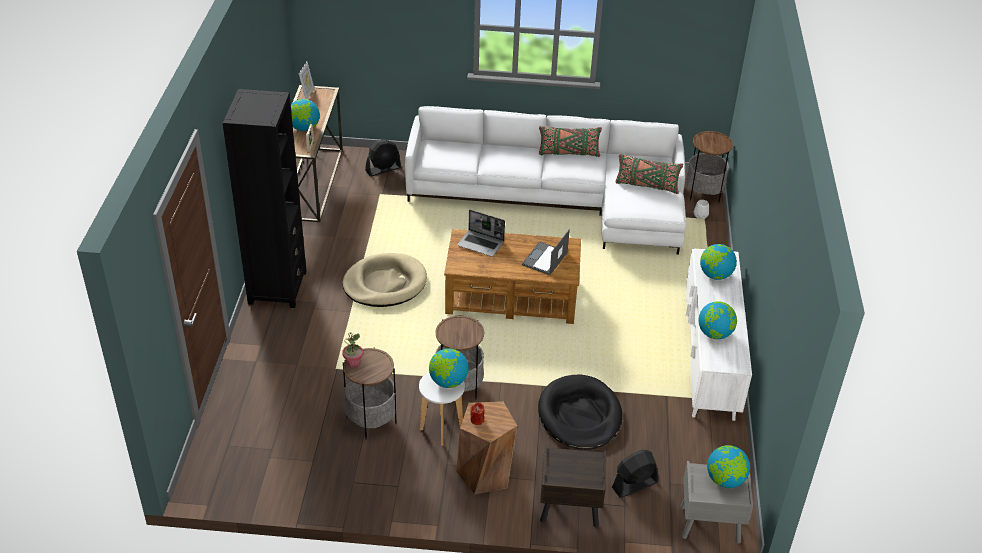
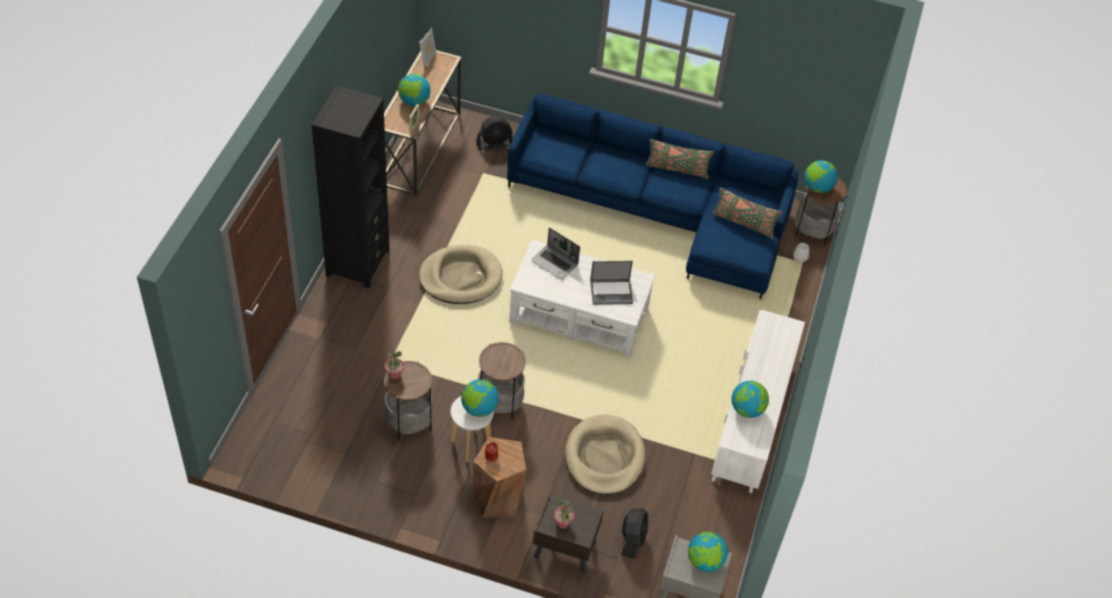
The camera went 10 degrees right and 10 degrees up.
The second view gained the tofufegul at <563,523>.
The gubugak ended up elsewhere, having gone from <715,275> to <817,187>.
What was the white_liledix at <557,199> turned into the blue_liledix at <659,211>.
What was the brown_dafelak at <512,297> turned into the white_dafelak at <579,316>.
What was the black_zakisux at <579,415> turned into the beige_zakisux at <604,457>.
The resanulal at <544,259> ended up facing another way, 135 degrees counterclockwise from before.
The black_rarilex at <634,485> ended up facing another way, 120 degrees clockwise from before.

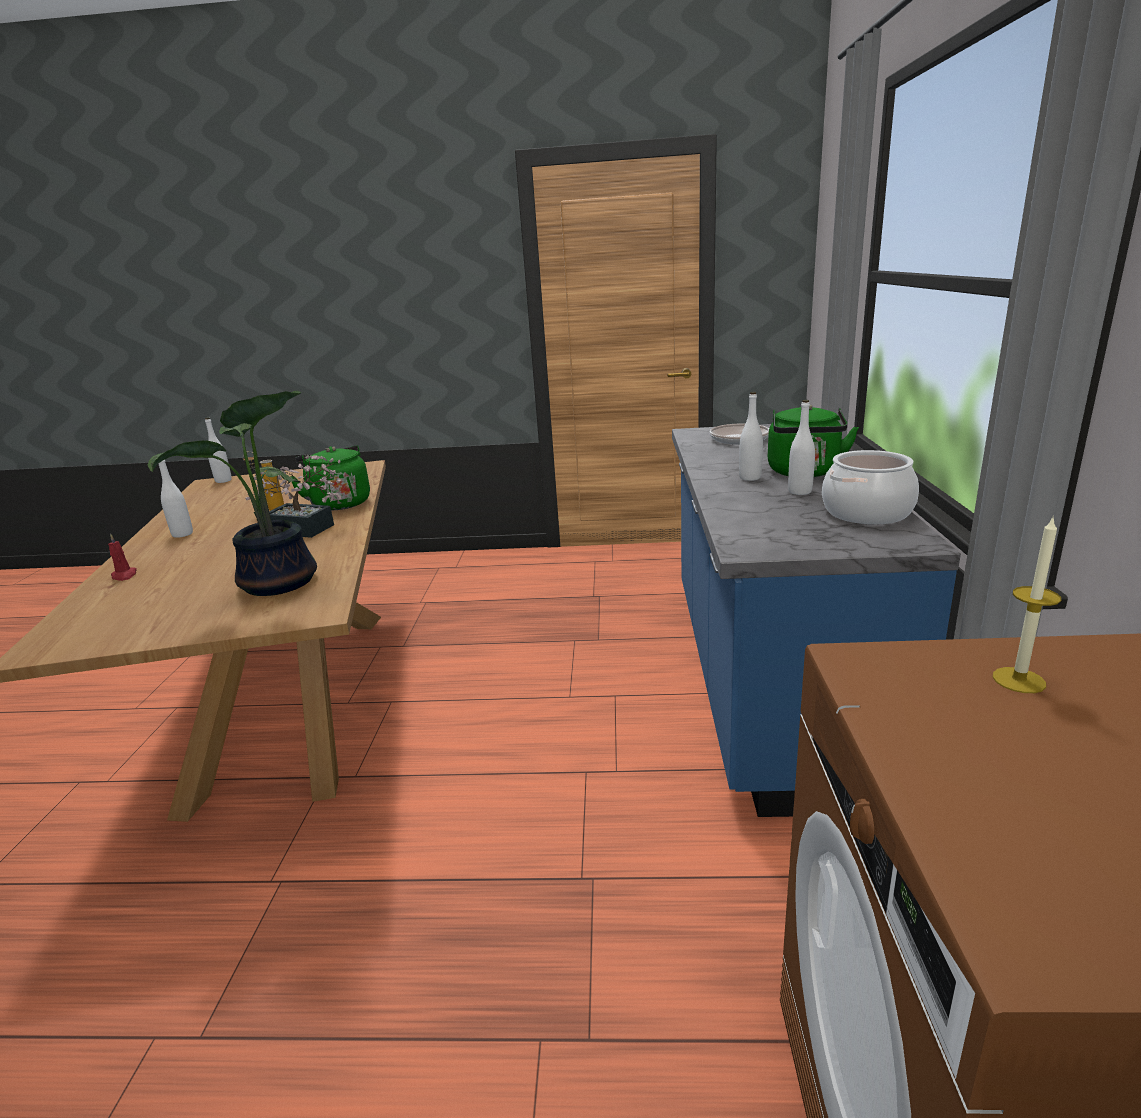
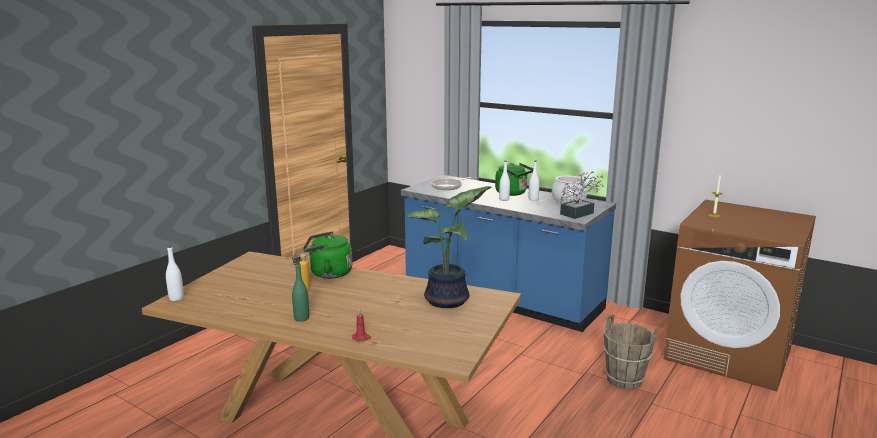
The camera went 60 degrees left and 5 degrees down.
The second view gained the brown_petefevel at <624,380>.
The tofufegul ended up elsewhere, having gone from <306,530> to <579,213>.
What was the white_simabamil at <182,534> turned into the green_simabamil at <301,318>.

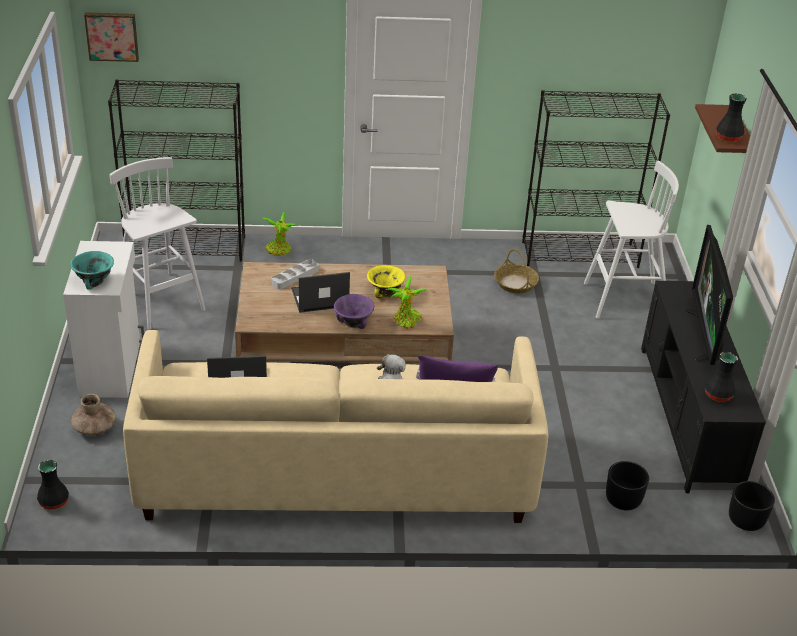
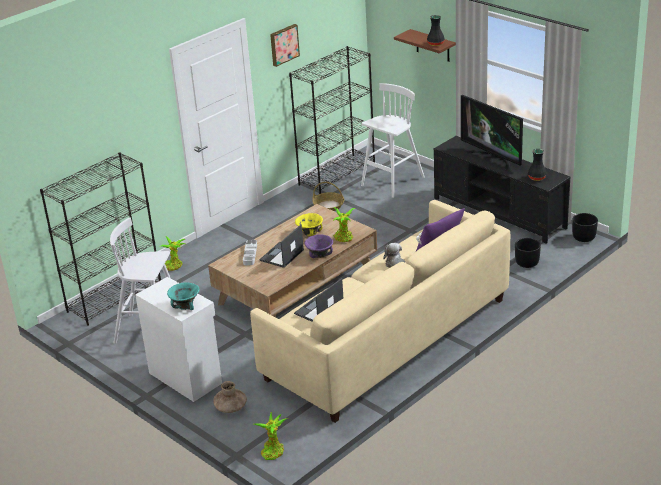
The camera went 40 degrees left and 5 degrees down.
The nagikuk ended up elsewhere, having gone from <112,36> to <283,44>.
Where the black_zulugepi stood at <53,501>, the tofufegul came to stand at <273,451>.

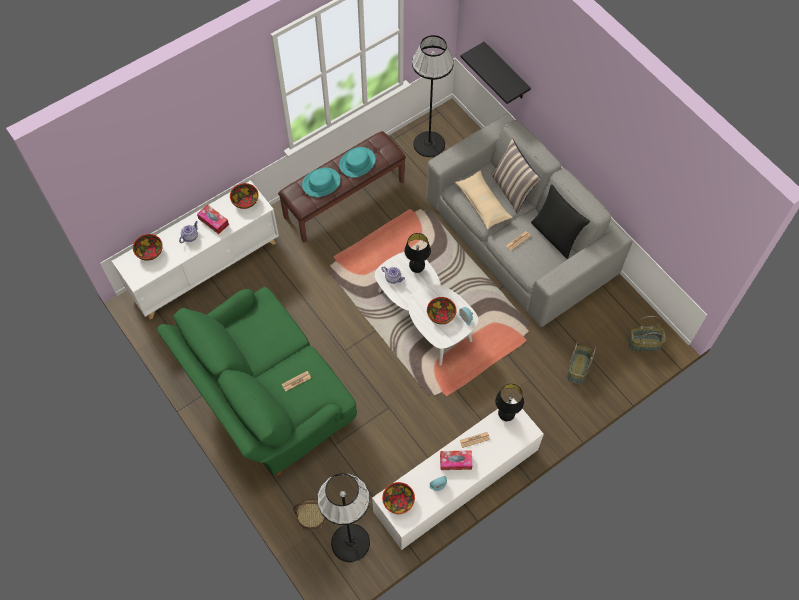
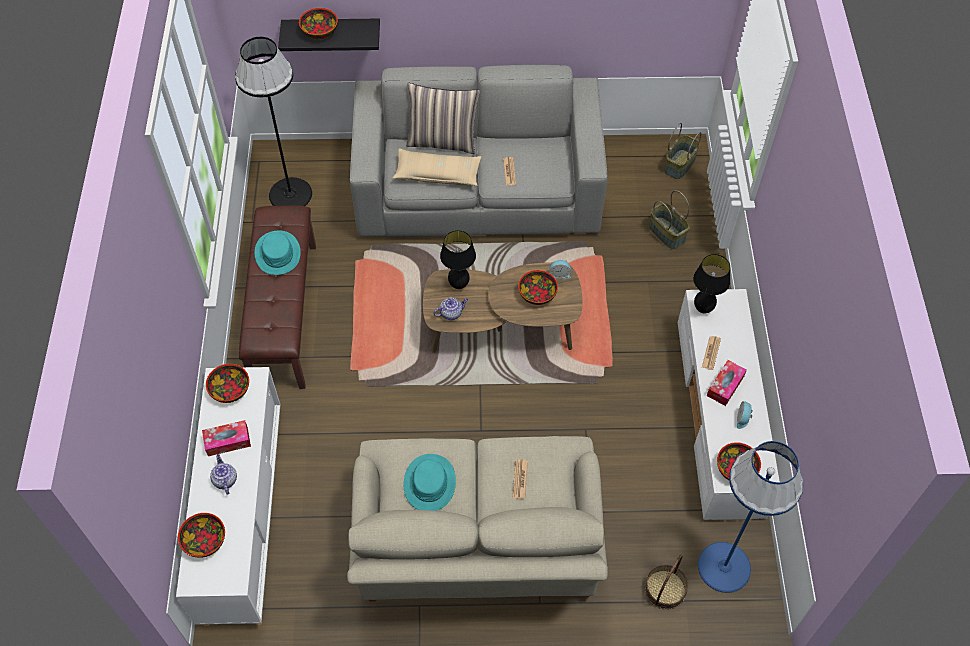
The camera went 55 degrees left and 5 degrees down.
The second view lost the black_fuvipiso at <555,236>.
The second view gained the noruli at <320,31>.
The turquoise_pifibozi ended up elsewhere, having gone from <321,183> to <430,483>.
What was the green_liledix at <266,397> turned into the beige_liledix at <477,550>.
What was the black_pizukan at <350,543> turned into the blue_pizukan at <724,567>.
What was the white_dafelak at <424,317> turned into the brown_dafelak at <501,328>.

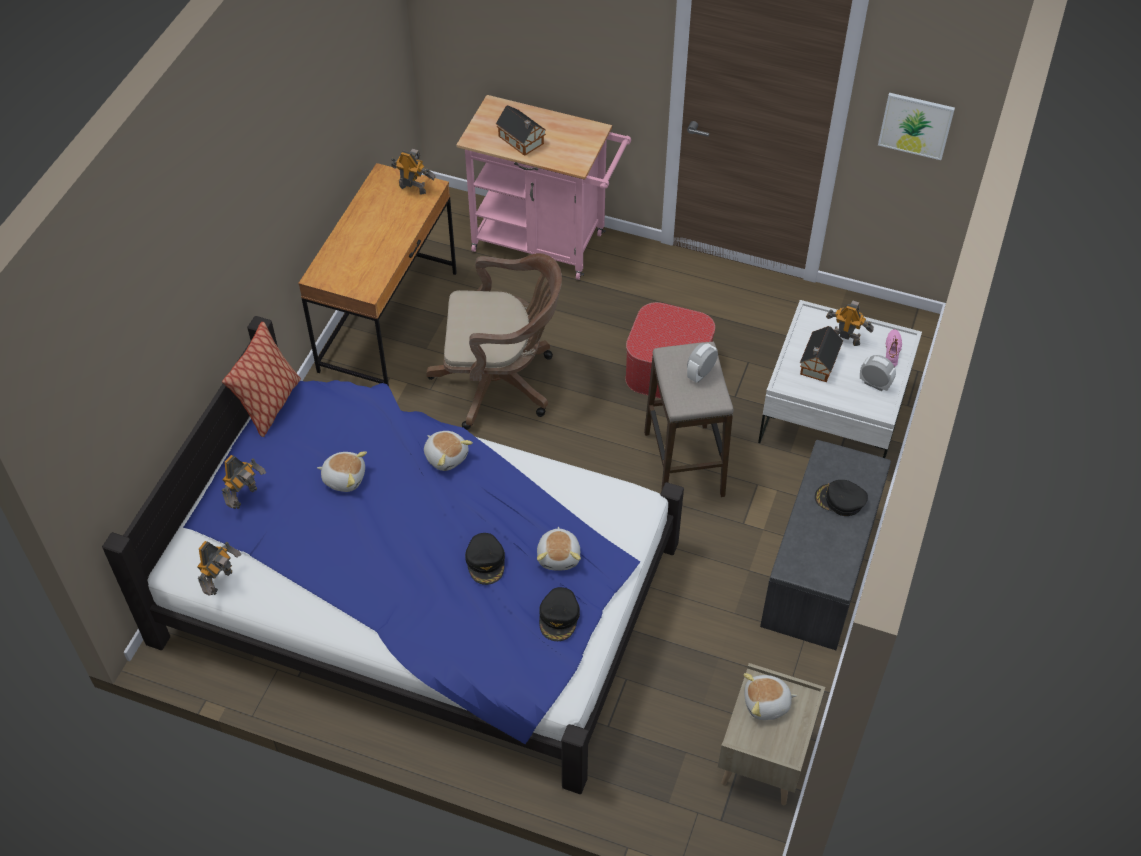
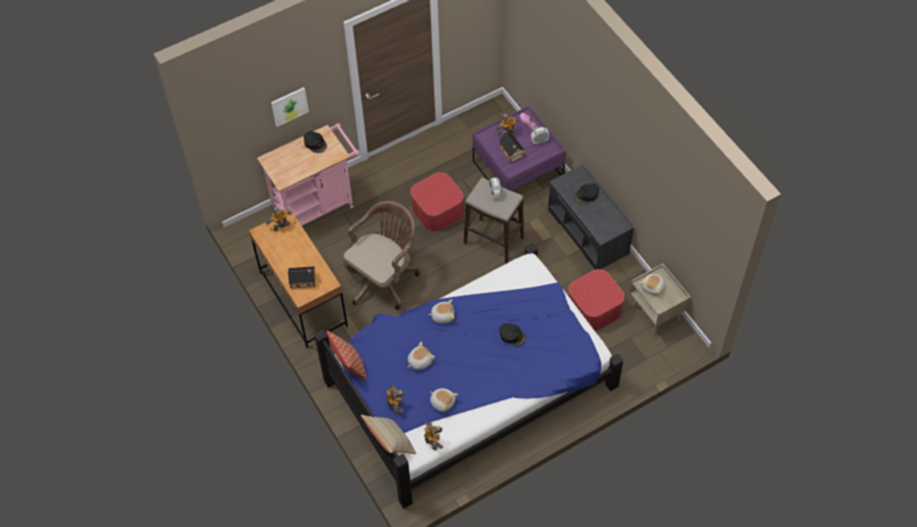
The camera went 50 degrees left and 5 degrees up.
The second view gained the beige_fuvipiso at <390,443>.
The second view gained the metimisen at <594,308>.
The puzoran ended up elsewhere, having gone from <522,141> to <304,281>.
The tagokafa ended up elsewhere, having gone from <559,556> to <442,402>.
The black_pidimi ended up elsewhere, having gone from <559,617> to <315,143>.
The nagikuk ended up elsewhere, having gone from <916,125> to <289,106>.
What was the white_dafelak at <833,414> turned into the purple_dafelak at <518,169>.

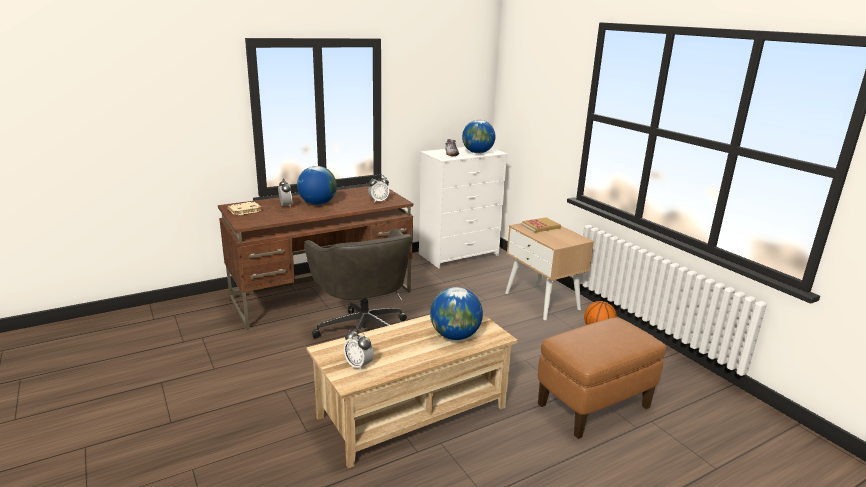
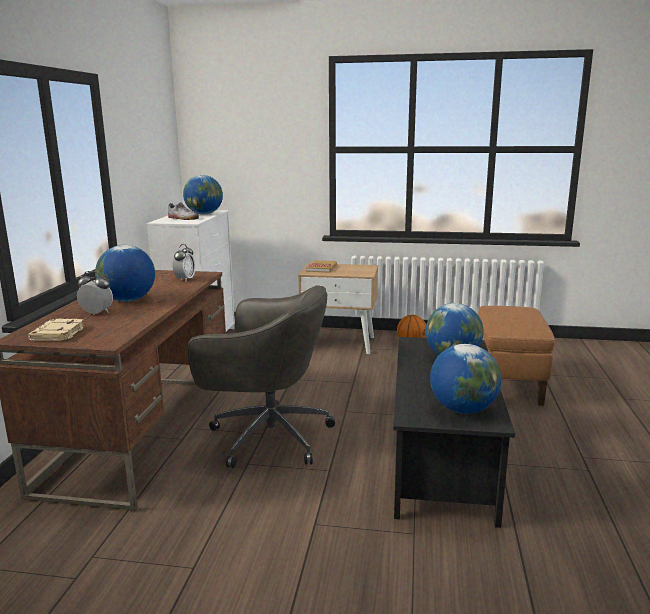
The camera went 50 degrees left and 5 degrees down.
Where the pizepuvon stood at <358,365>, the gubugak came to stand at <463,409>.
What was the beige_dafelak at <412,412> turned into the black_dafelak at <440,460>.

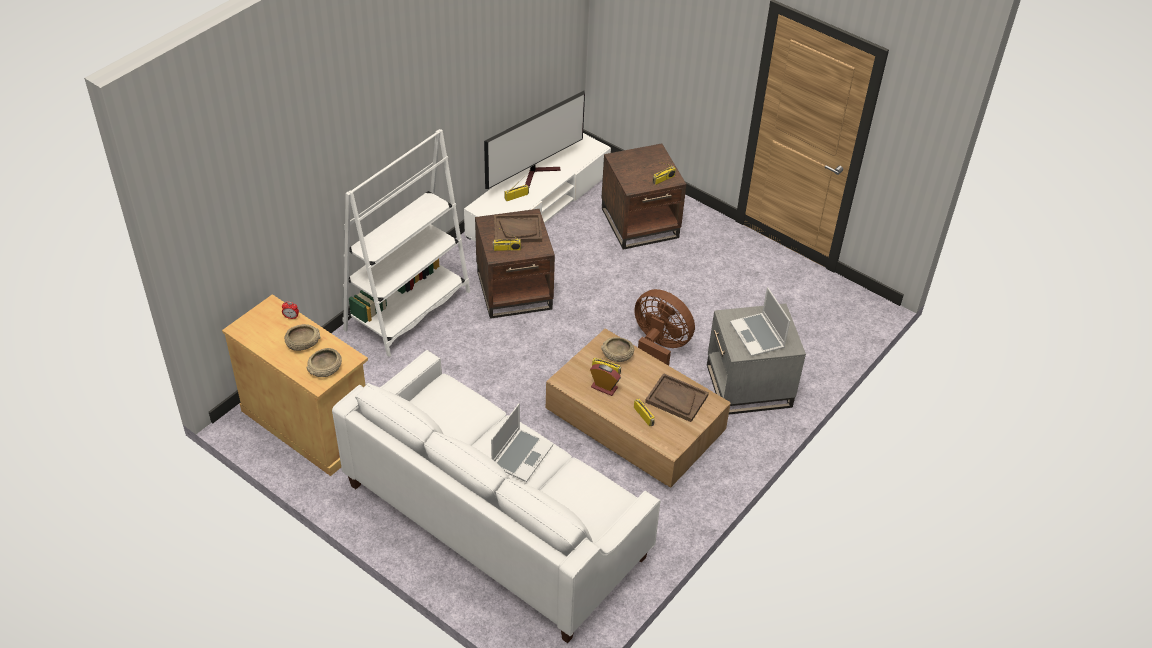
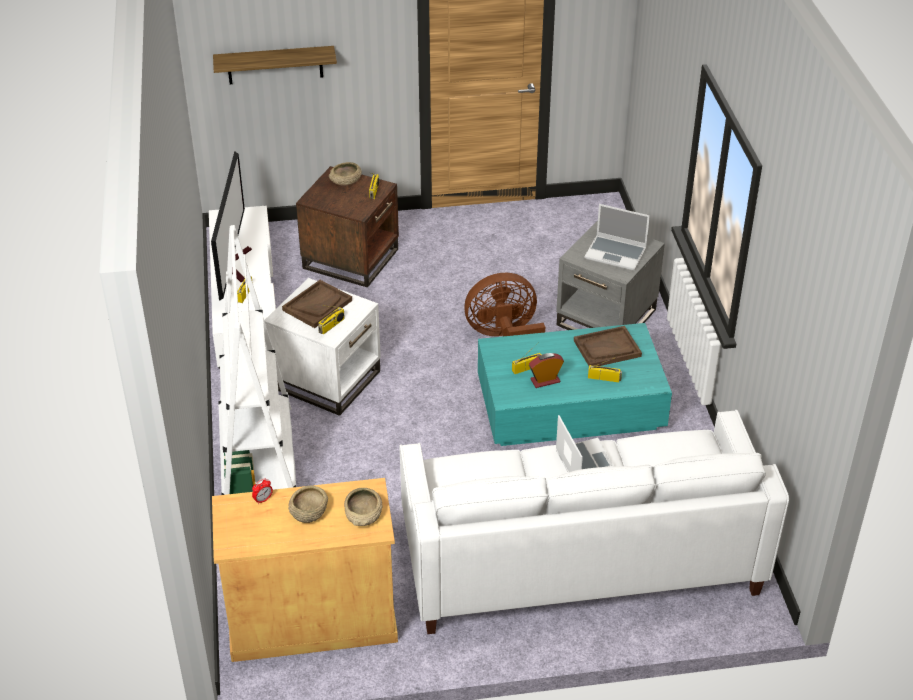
The camera went 45 degrees left and 5 degrees down.
The second view gained the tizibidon at <275,65>.
The beige_noruli ended up elsewhere, having gone from <617,355> to <346,180>.
What was the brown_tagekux at <515,290> turned into the white_tagekux at <327,379>.
What was the brown_dafelak at <634,423> turned into the turquoise_dafelak at <569,405>.

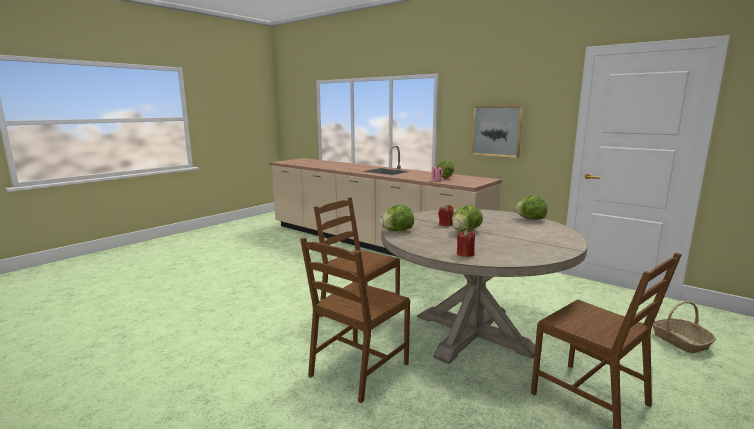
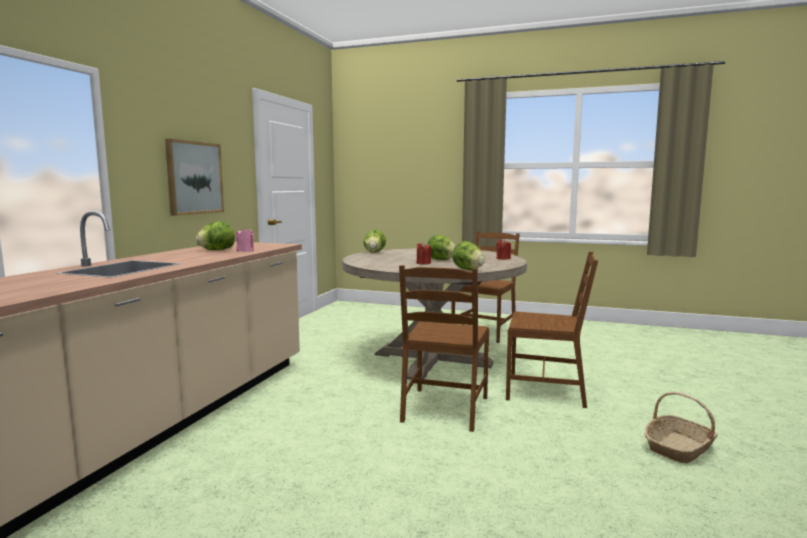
The camera went 110 degrees left and 5 degrees down.
The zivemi ended up elsewhere, having gone from <680,341> to <679,448>.

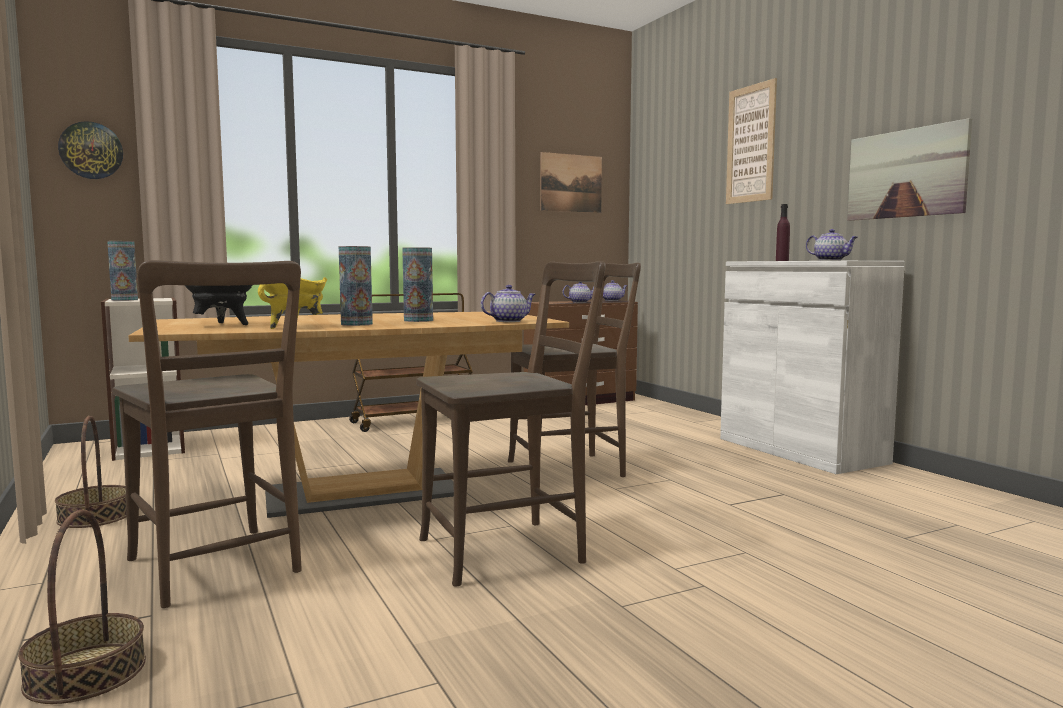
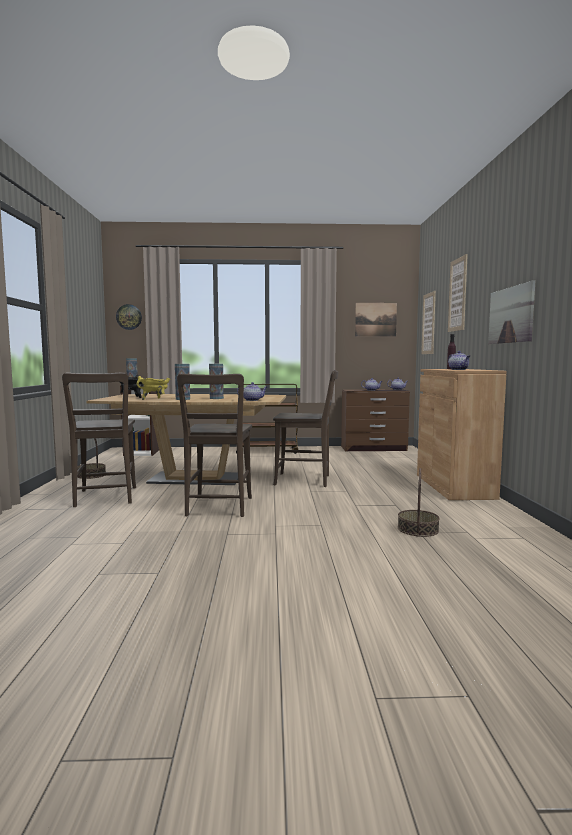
The camera went 25 degrees right and 0 degrees up.
The second view gained the nagikuk at <428,323>.
The zivemi ended up elsewhere, having gone from <85,673> to <417,529>.
What was the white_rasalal at <800,450> turned into the brown_rasalal at <454,486>.
The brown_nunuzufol at <510,550> ended up facing another way, 90 degrees clockwise from before.

